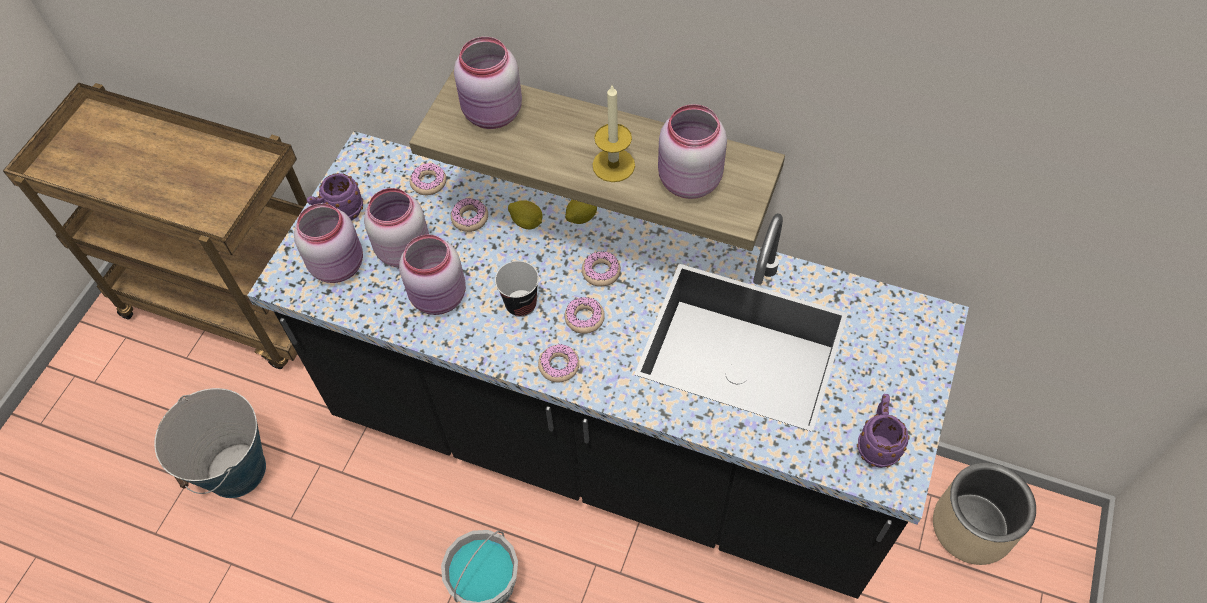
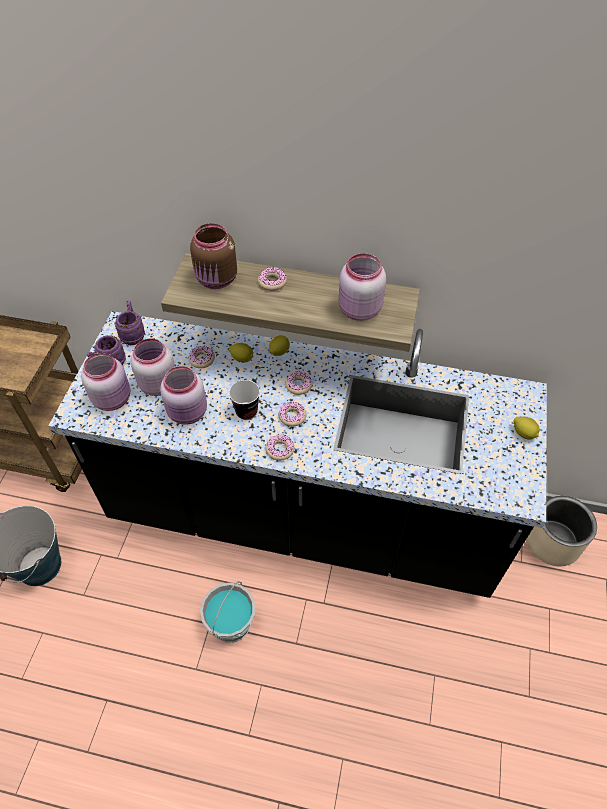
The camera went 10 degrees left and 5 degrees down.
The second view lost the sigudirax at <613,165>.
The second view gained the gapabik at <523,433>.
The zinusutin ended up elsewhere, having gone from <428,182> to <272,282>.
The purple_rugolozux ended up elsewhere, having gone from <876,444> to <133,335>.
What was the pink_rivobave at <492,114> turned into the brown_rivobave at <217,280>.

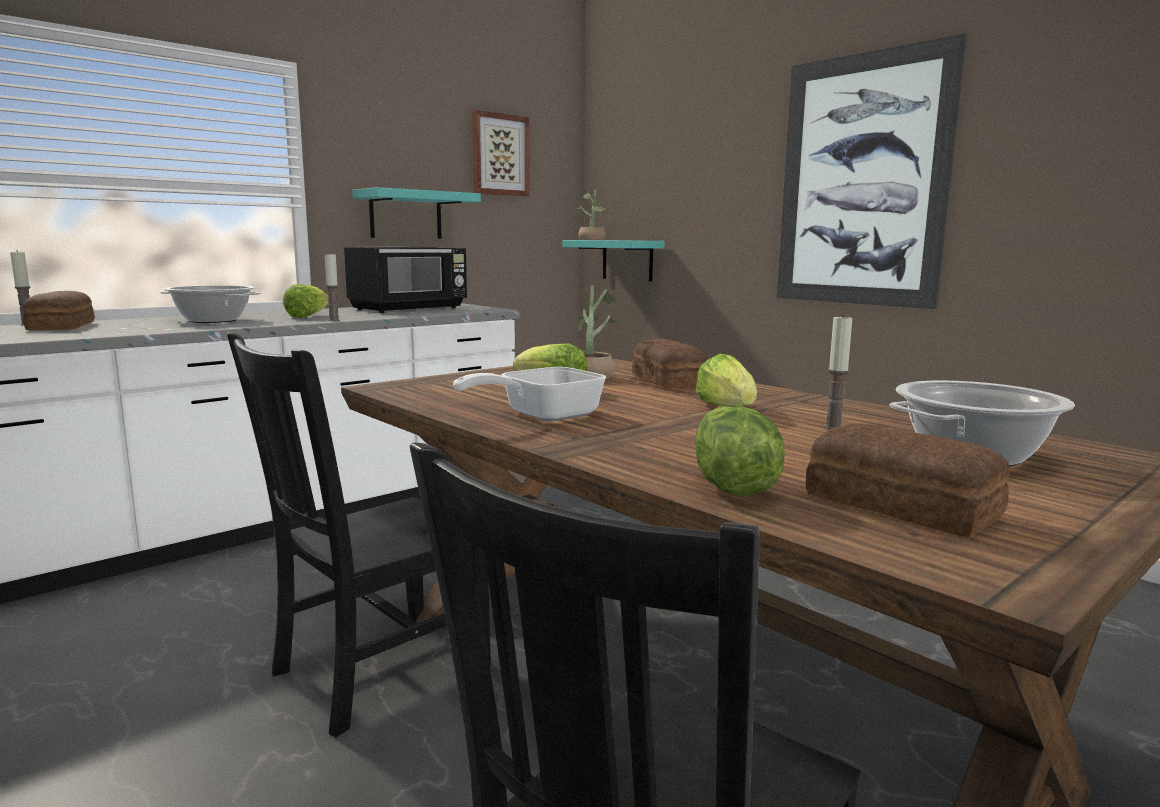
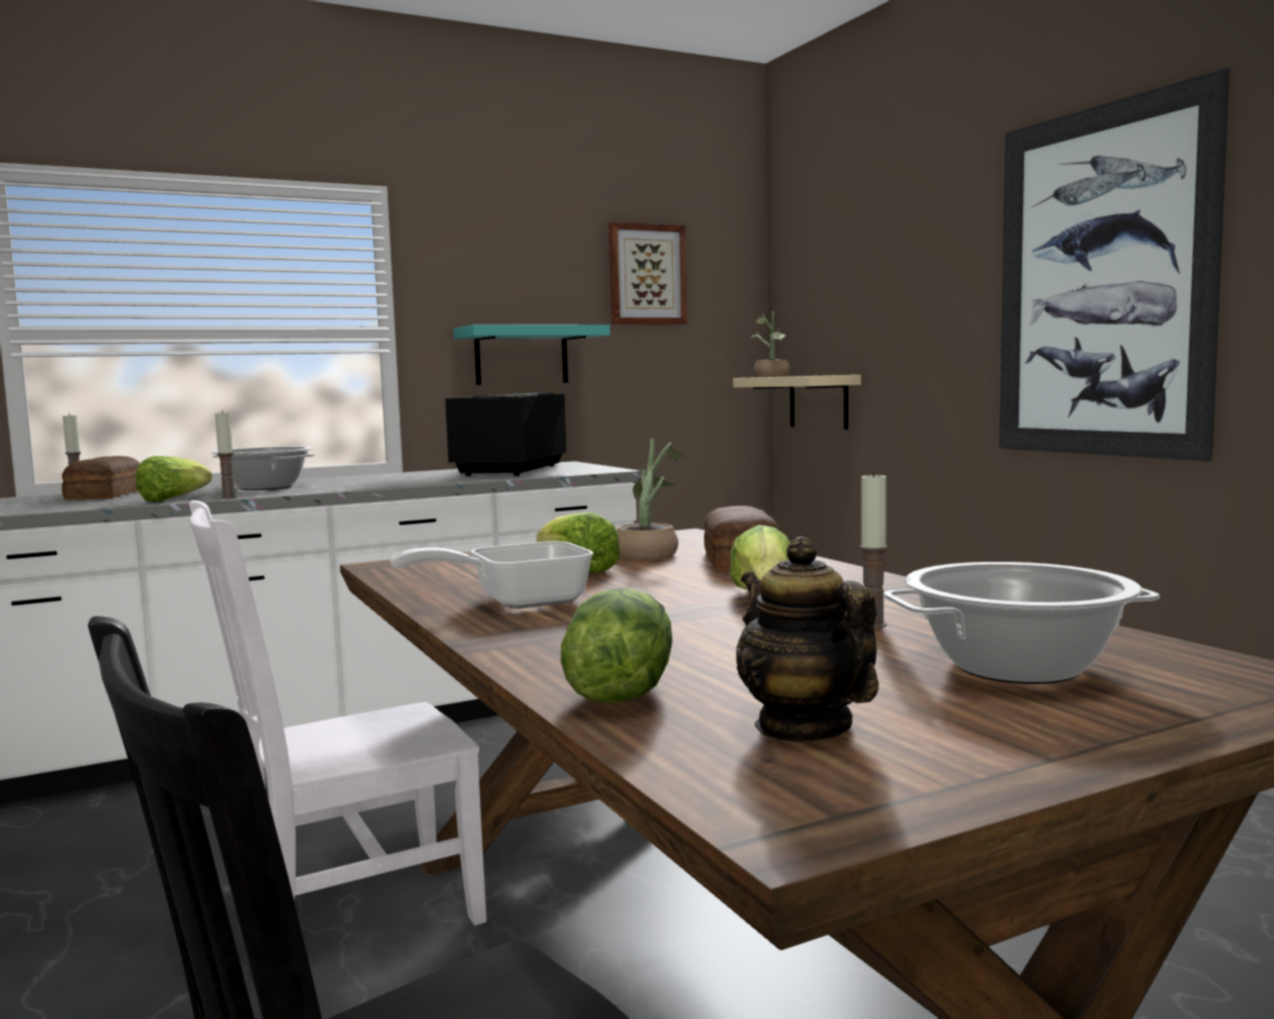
The camera went 15 degrees right and 5 degrees down.
The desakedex ended up elsewhere, having gone from <307,316> to <173,499>.
The sigudirax ended up elsewhere, having gone from <334,320> to <228,497>.
Where the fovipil stood at <901,507>, the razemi came to stand at <802,727>.
What was the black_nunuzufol at <374,671> turned into the white_nunuzufol at <349,914>.
What was the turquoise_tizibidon at <627,260> turned into the beige_tizibidon at <818,401>.
The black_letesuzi at <410,309> ended up facing another way, 135 degrees clockwise from before.

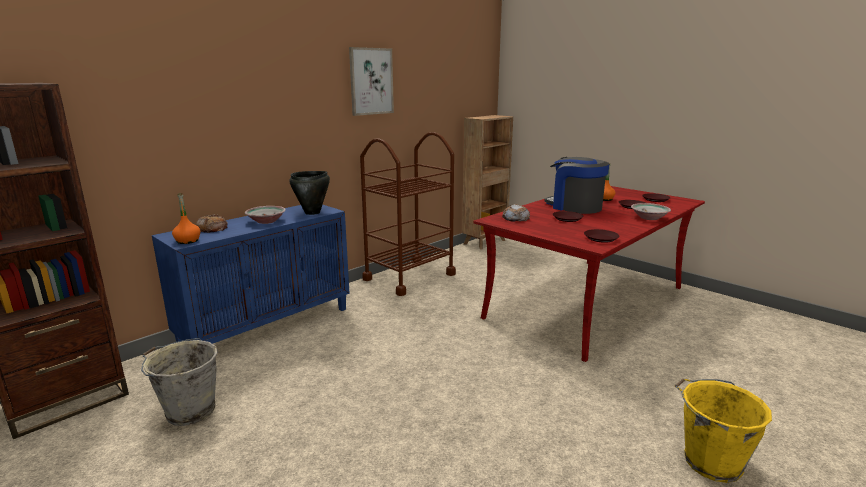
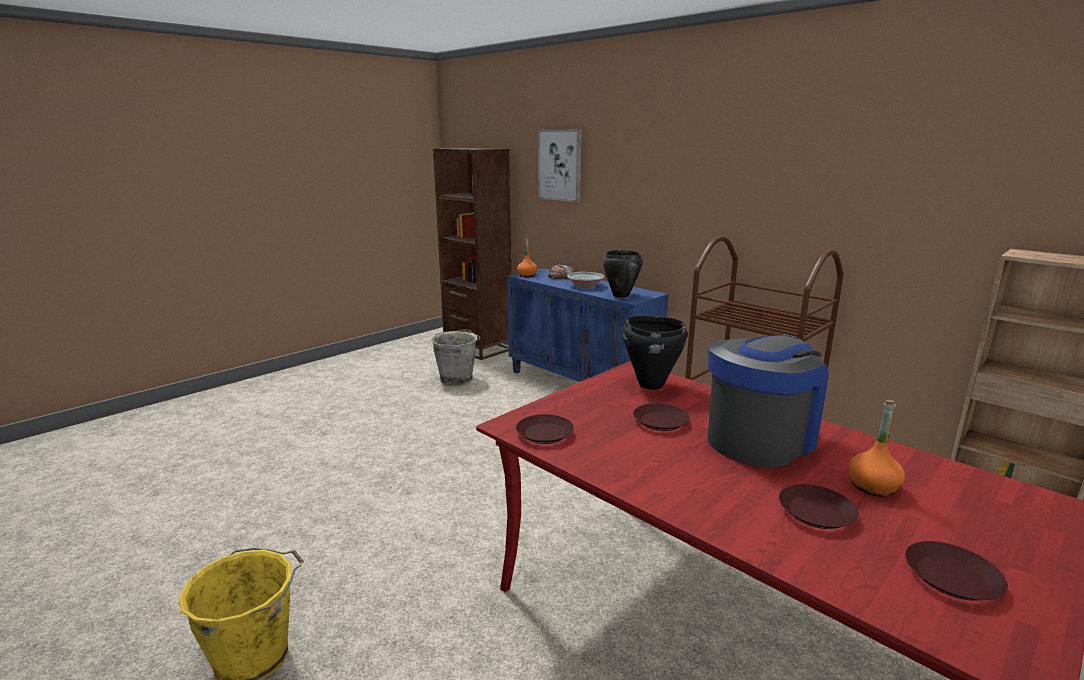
The camera went 90 degrees right and 0 degrees up.
The second view lost the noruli at <649,218>.
The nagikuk ended up elsewhere, having gone from <371,81> to <560,165>.
Where the fovipil stood at <515,218>, the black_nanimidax came to stand at <650,384>.

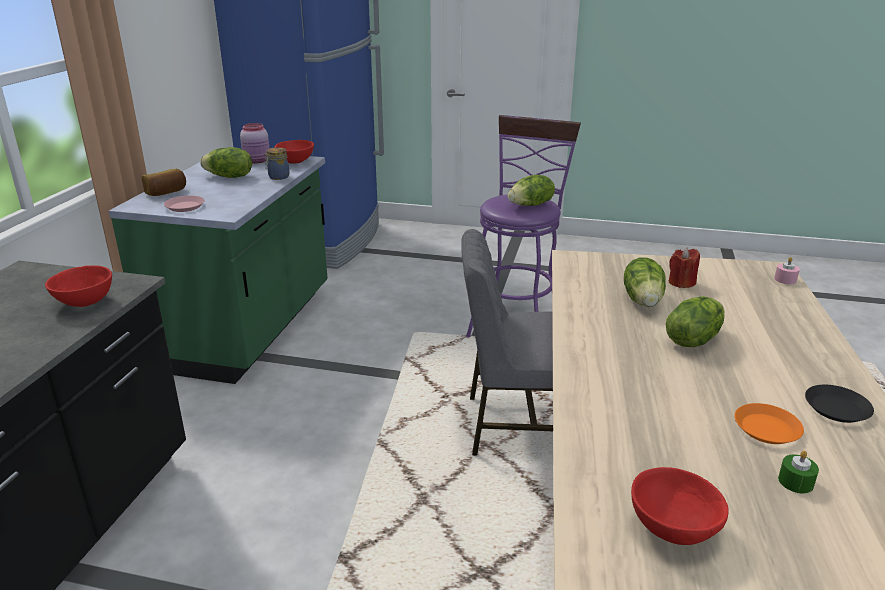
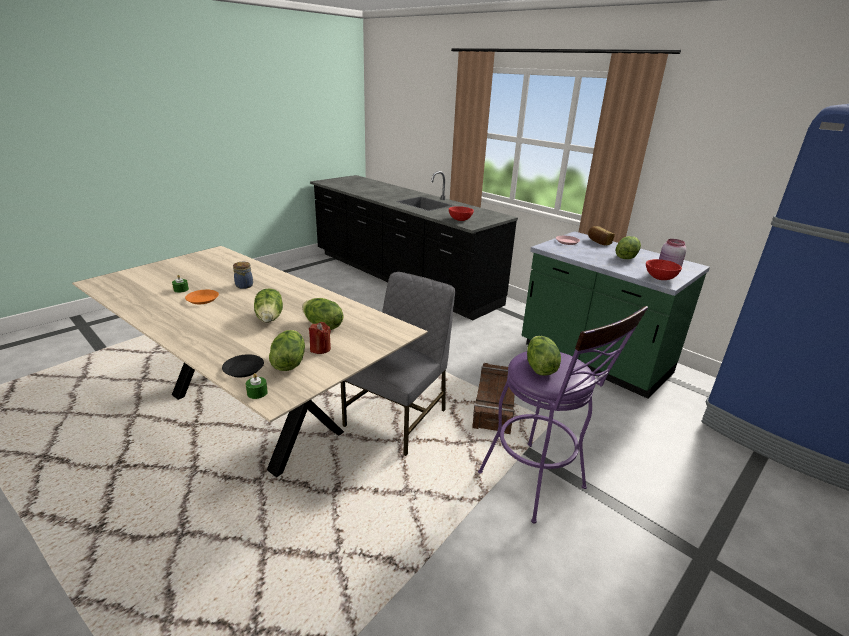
The camera went 120 degrees right and 0 degrees up.
The second view lost the red_noruli at <673,527>.
The second view gained the desakedex at <288,363>.
The second view gained the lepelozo at <495,404>.
The rivobave ended up elsewhere, having gone from <278,177> to <244,285>.
The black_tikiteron ended up elsewhere, having gone from <836,408> to <243,369>.
What was the pink_sigudirax at <785,279> turned into the green_sigudirax at <257,393>.

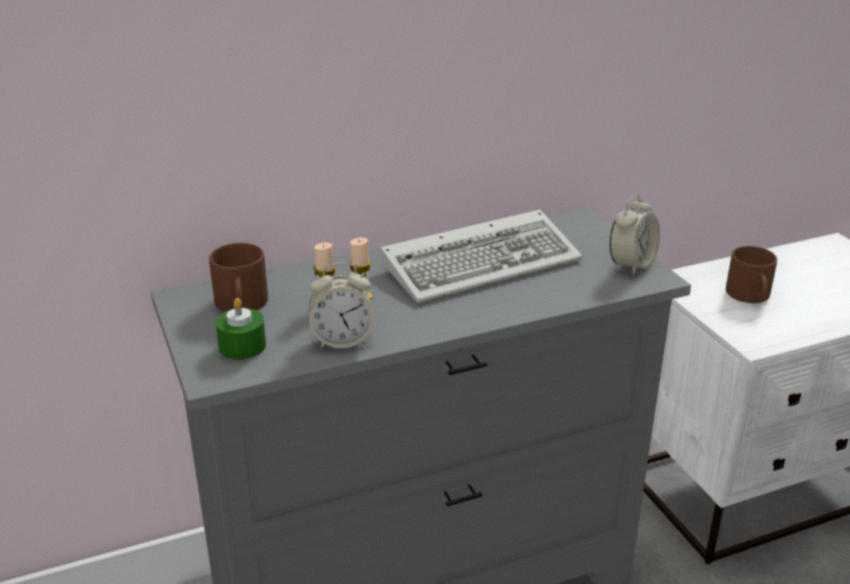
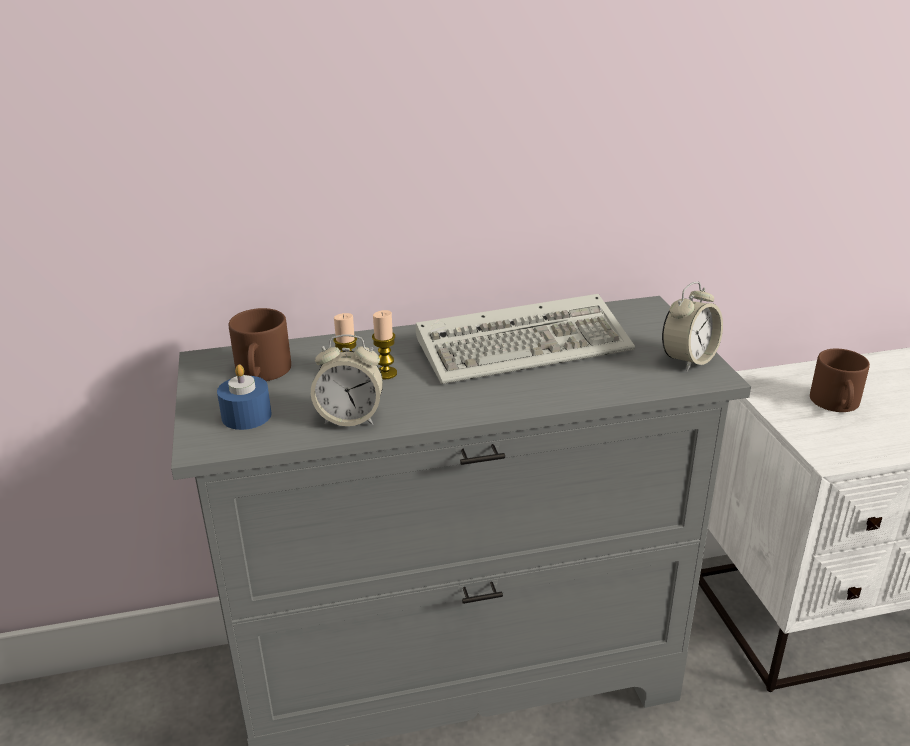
The camera went 10 degrees right and 0 degrees up.
What was the green_sigudirax at <242,346> turned into the blue_sigudirax at <246,416>.

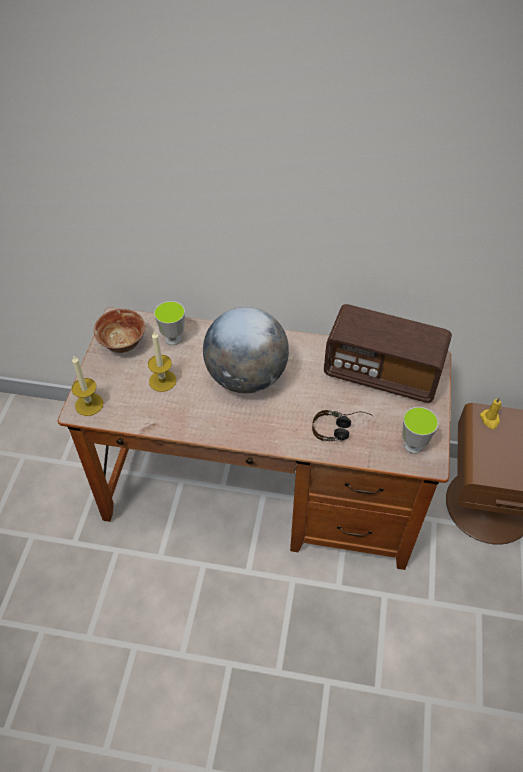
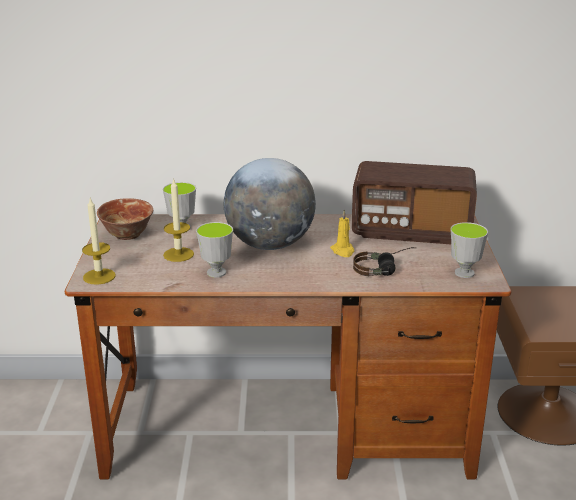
The camera went 10 degrees left and 25 degrees down.
The second view gained the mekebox at <216,272>.
The yellow_sigudirax ended up elsewhere, having gone from <490,420> to <343,251>.

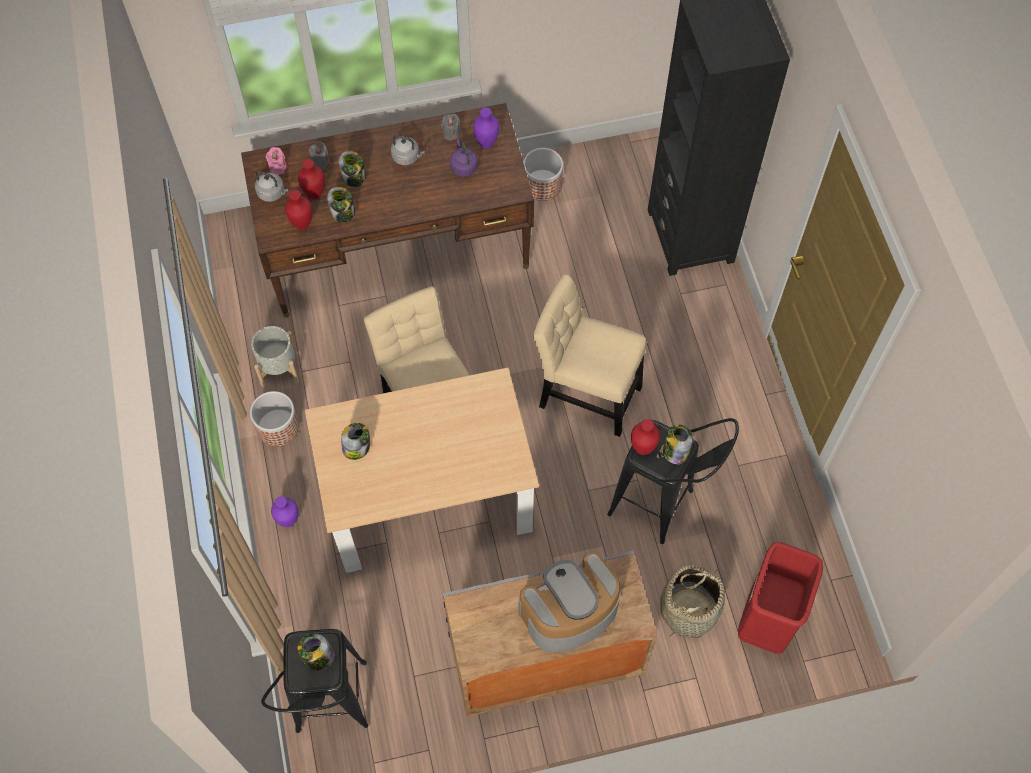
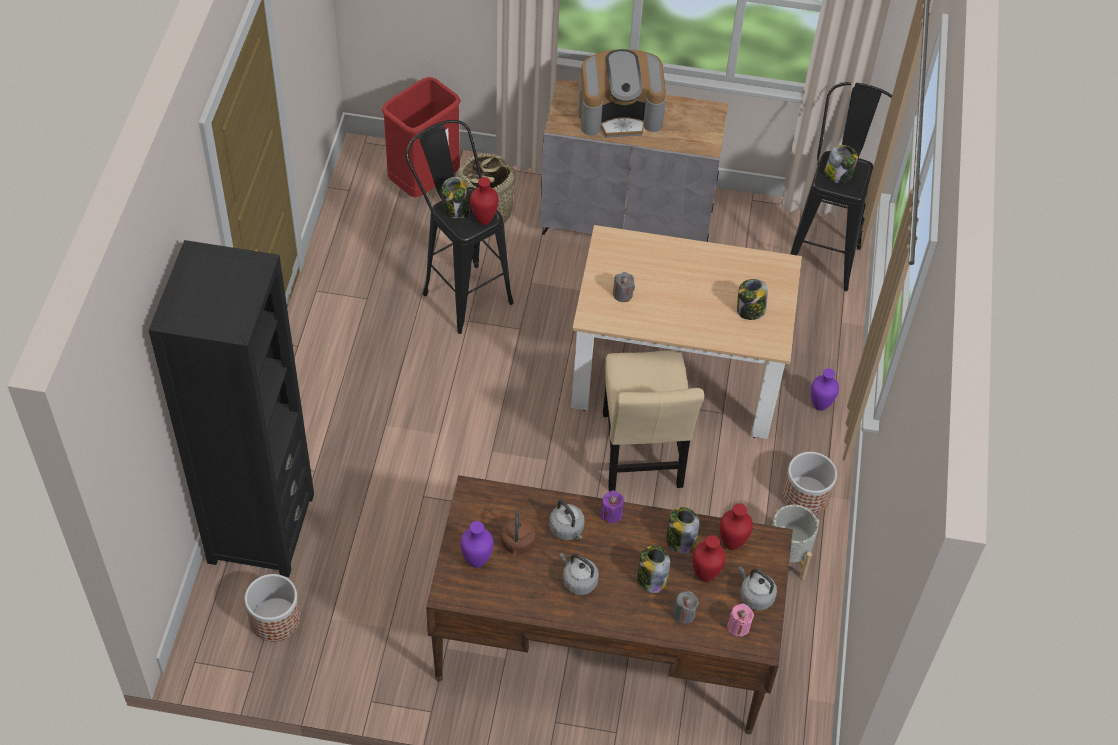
The camera went 160 degrees left and 10 degrees down.
The second view lost the beige_nunuzufol at <585,393>.
The second view gained the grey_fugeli at <567,530>.
The second view gained the purple_sigudirax at <611,514>.
The grey_sigudirax ended up elsewhere, having gone from <451,133> to <622,294>.
The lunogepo ended up elsewhere, having gone from <542,184> to <275,619>.
What was the purple_fugeli at <463,166> turned into the brown_fugeli at <517,544>.

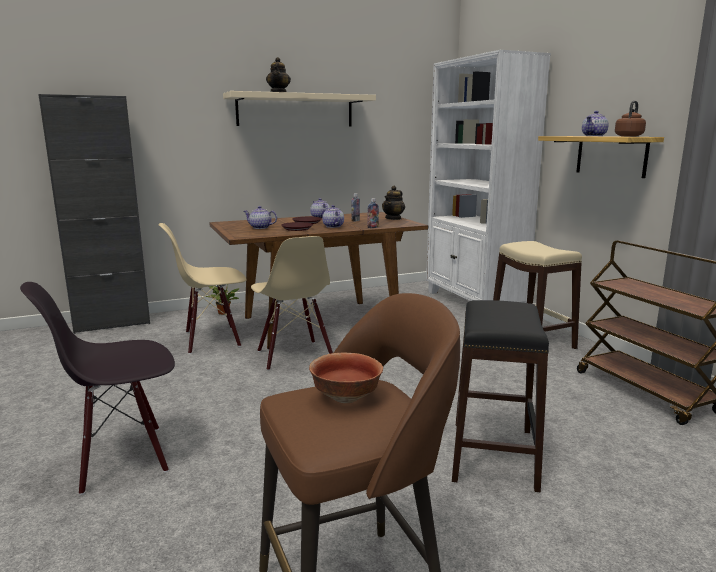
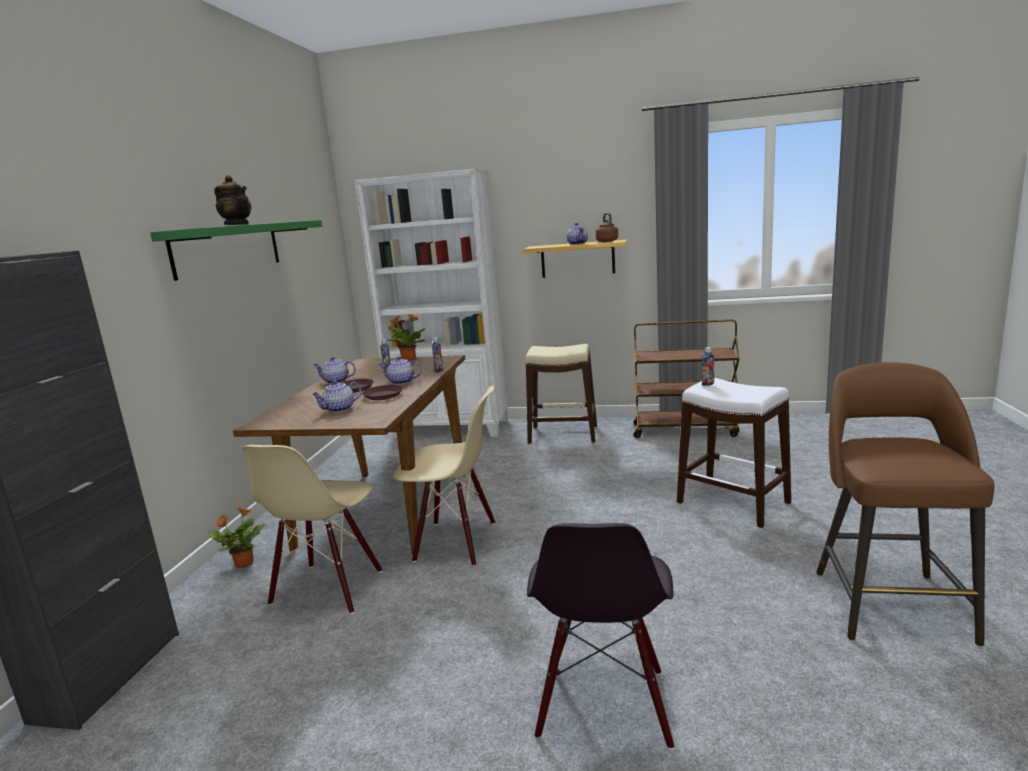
The camera went 55 degrees left and 0 degrees up.
The second view lost the noruli at <346,397>.
The second view gained the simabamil at <708,384>.
Where the razemi stood at <393,218>, the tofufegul came to stand at <408,359>.
What was the beige_tizibidon at <295,110> turned into the green_tizibidon at <228,248>.
What was the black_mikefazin at <494,454> turned into the white_mikefazin at <733,502>.

